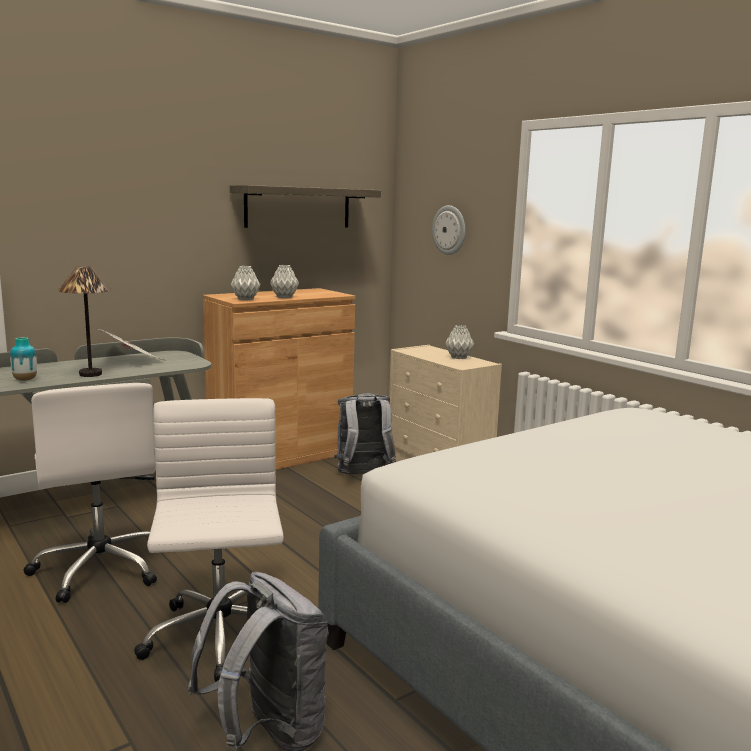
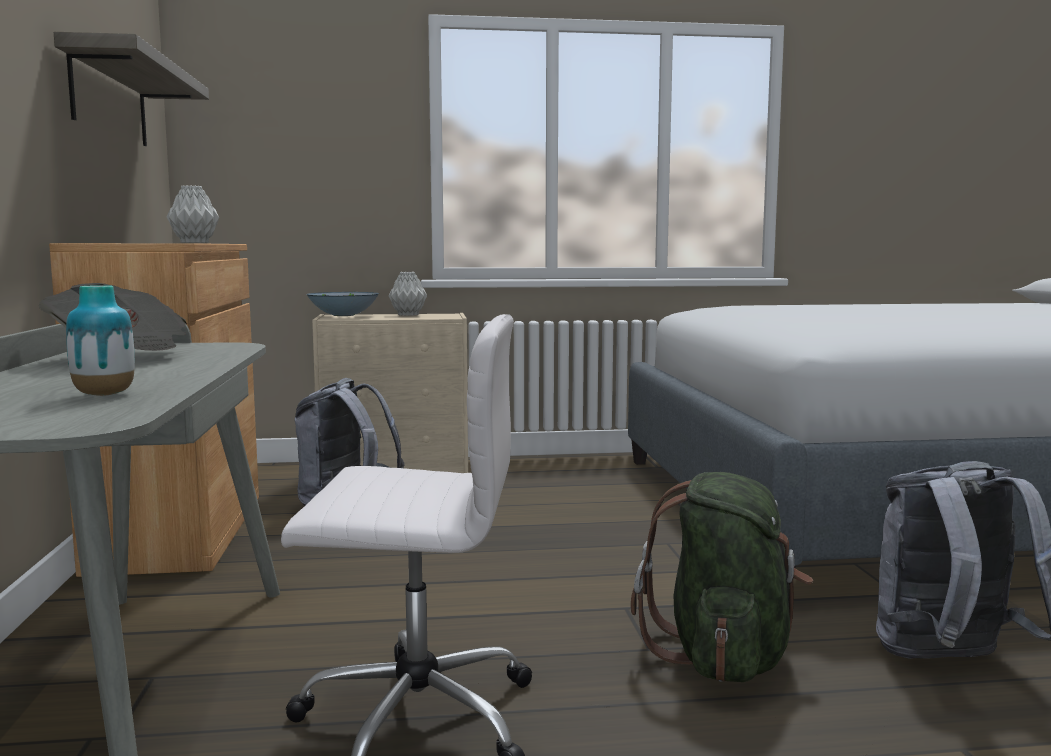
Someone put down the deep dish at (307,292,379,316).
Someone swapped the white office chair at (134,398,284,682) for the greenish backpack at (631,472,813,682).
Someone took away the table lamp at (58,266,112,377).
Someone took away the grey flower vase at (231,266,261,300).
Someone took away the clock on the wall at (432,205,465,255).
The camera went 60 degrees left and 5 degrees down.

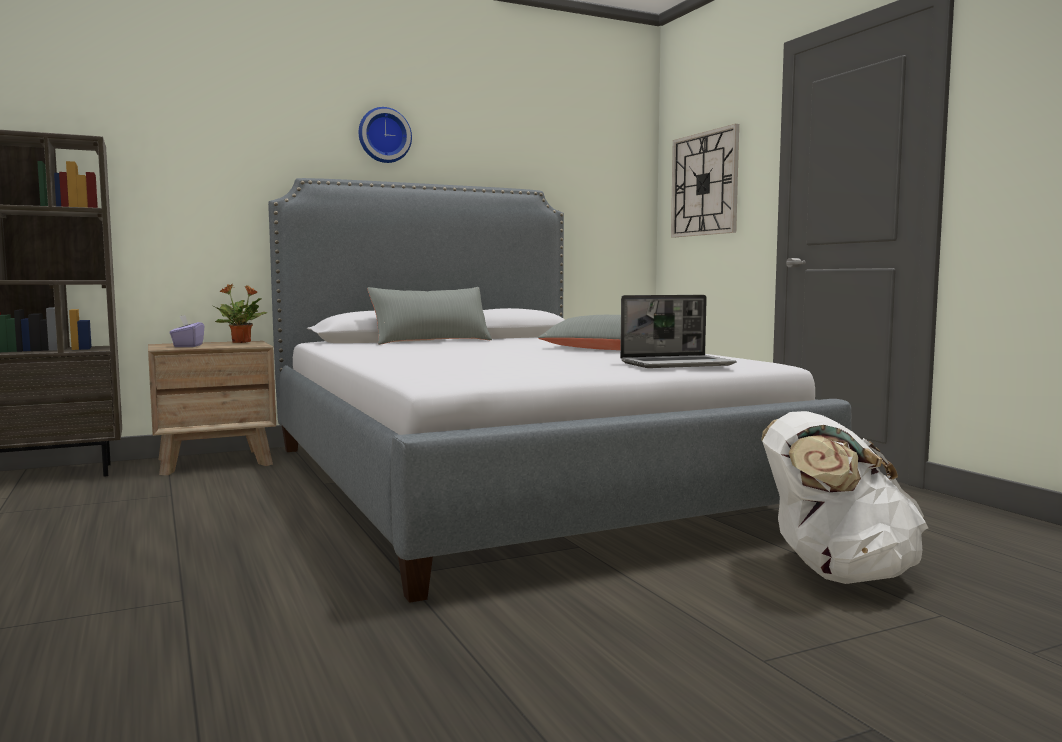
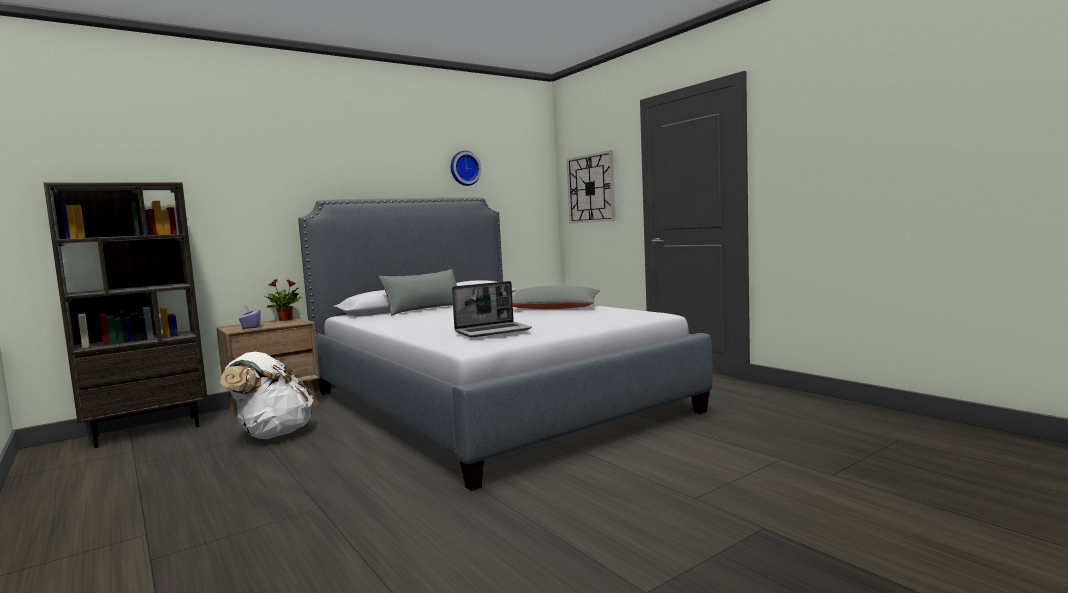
Someone carried the white backpack from (761,411,928,584) to (220,352,314,439).
Someone carried the clock on the wall from (359,107,412,163) to (451,151,481,186).
Someone carried the laptop from (620,295,737,368) to (452,281,532,338).
The camera went 10 degrees left and 0 degrees up.

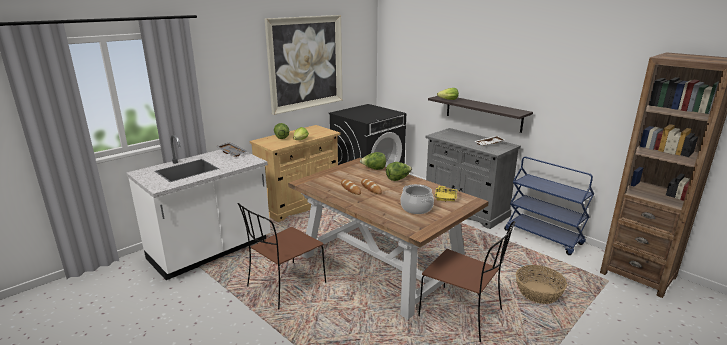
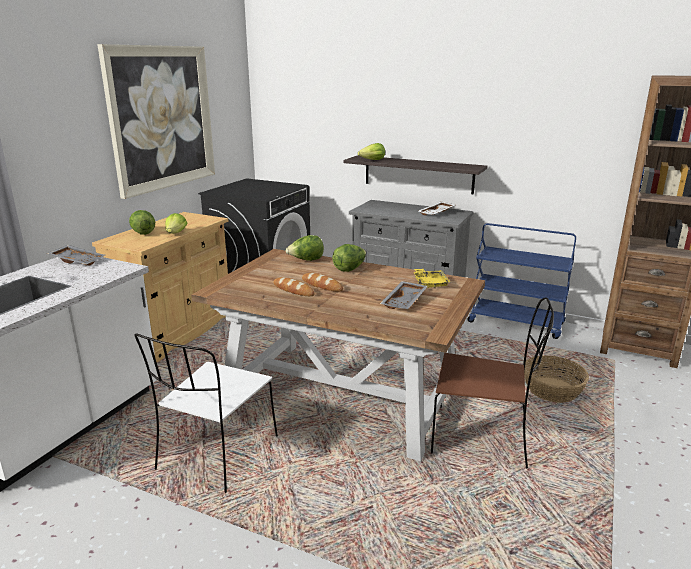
Someone repainted the brown-coloured plain chair at (237,203,326,309), which became the white plain chair at (134,333,278,493).
Someone swapped the saucepot at (400,184,434,214) for the grey tray at (380,281,428,309).
The camera went 20 degrees left and 0 degrees up.

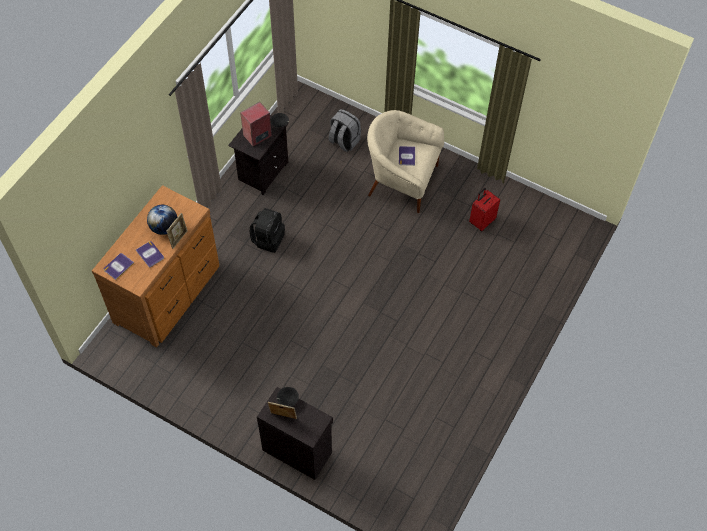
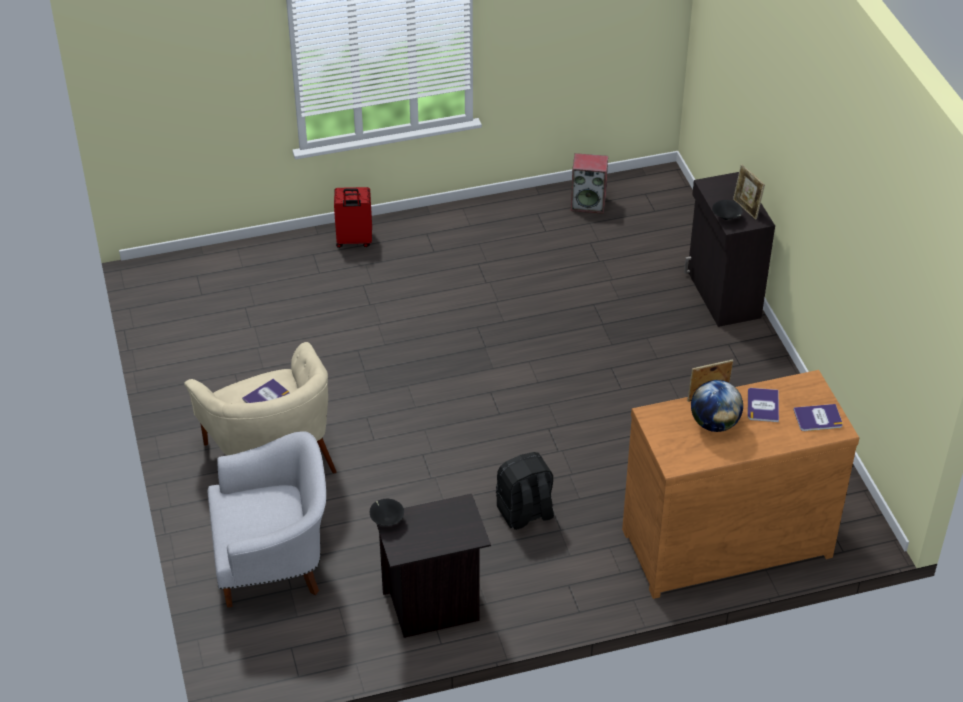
Someone swapped the grey backpack at (328,109,361,152) for the white easy chair at (208,431,326,608).
Someone carried the reddish travel case from (469,188,500,232) to (334,187,372,248).
Someone carried the loudspeaker from (240,102,272,147) to (571,153,608,214).
The camera went 135 degrees left and 15 degrees down.

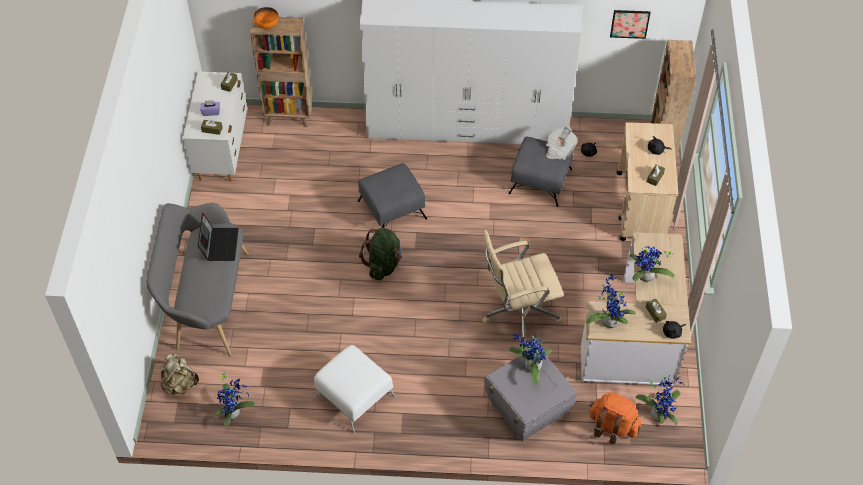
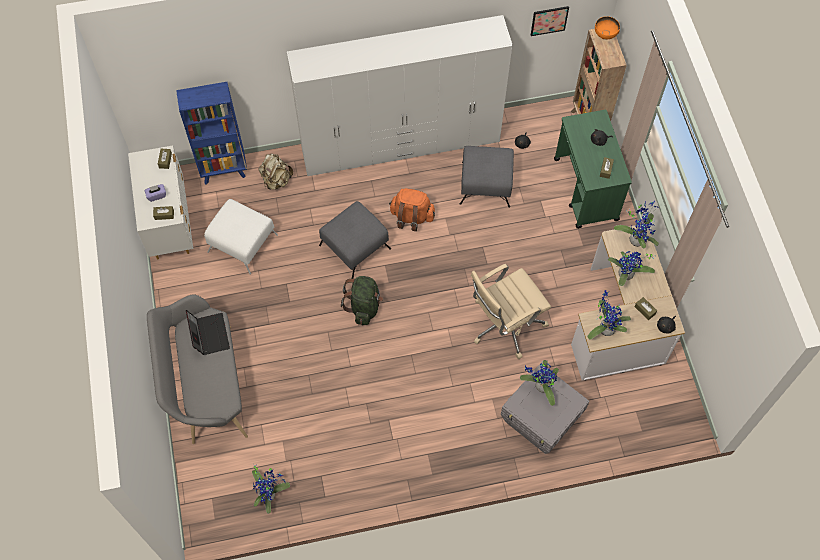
Someone repainted the brown-coloured shelving unit at (250,16,312,128), which became the bluish shelving unit at (176,82,247,185).
Someone carried the white ottoman from (314,345,396,434) to (204,199,278,275).
Someone carried the sand-coloured backpack from (160,353,199,395) to (258,154,293,190).
Someone carried the orangey backpack from (589,392,641,444) to (389,188,435,231).
Someone repainted the sand-coloured trolley at (617,122,678,241), which became the greenish trolley at (554,110,632,229).
Someone carried the orangey deep dish from (254,7,279,30) to (595,16,620,40).
Someone carried the plant in a pot from (636,376,684,425) to (614,201,659,248).
Someone took away the newspaper at (546,126,577,160).
The camera went 15 degrees left and 10 degrees up.

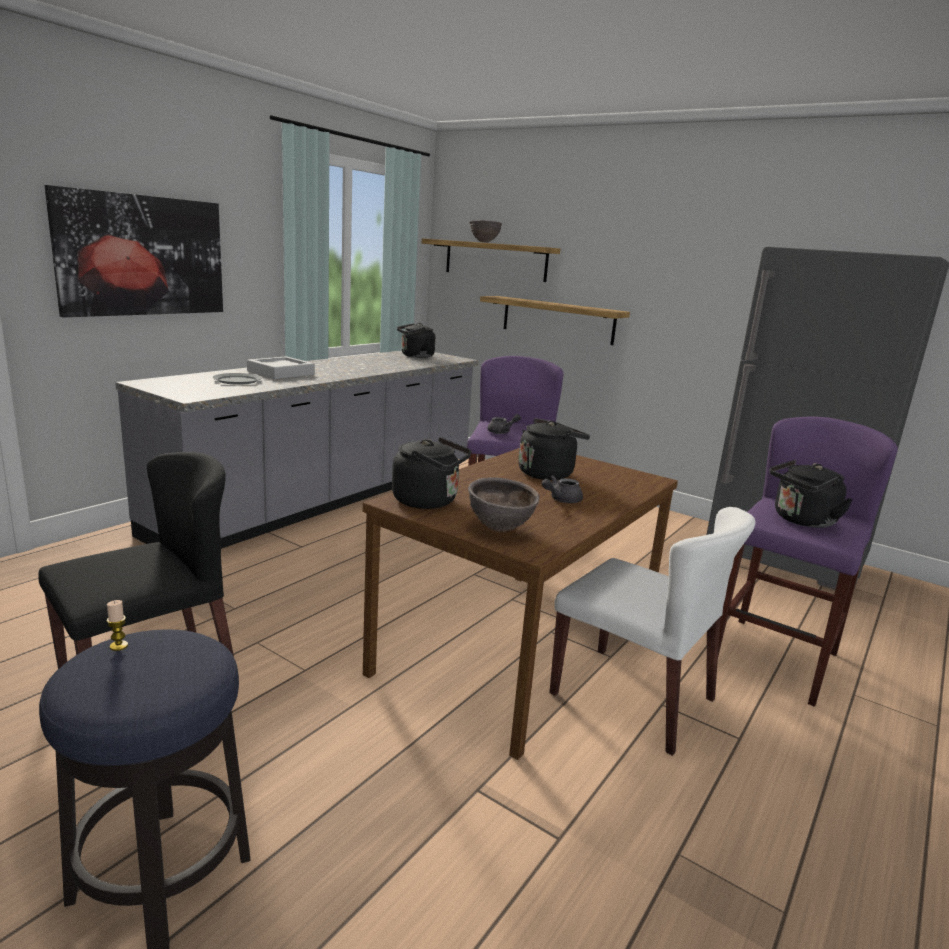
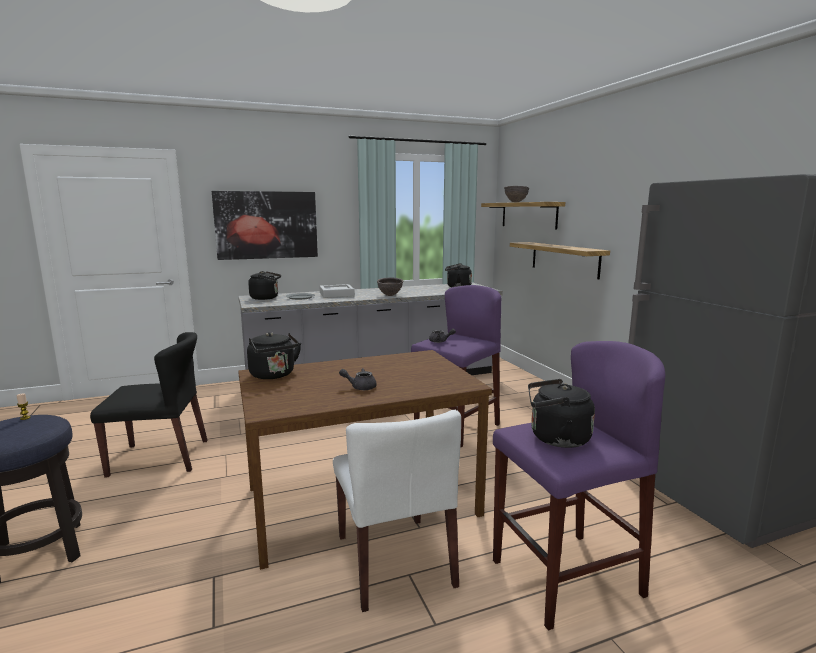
Someone carried the black-coloured kettle from (518,418,590,480) to (248,271,281,300).
Someone carried the brown-coloured deep dish from (468,478,539,532) to (377,278,404,296).
The camera went 35 degrees right and 5 degrees down.

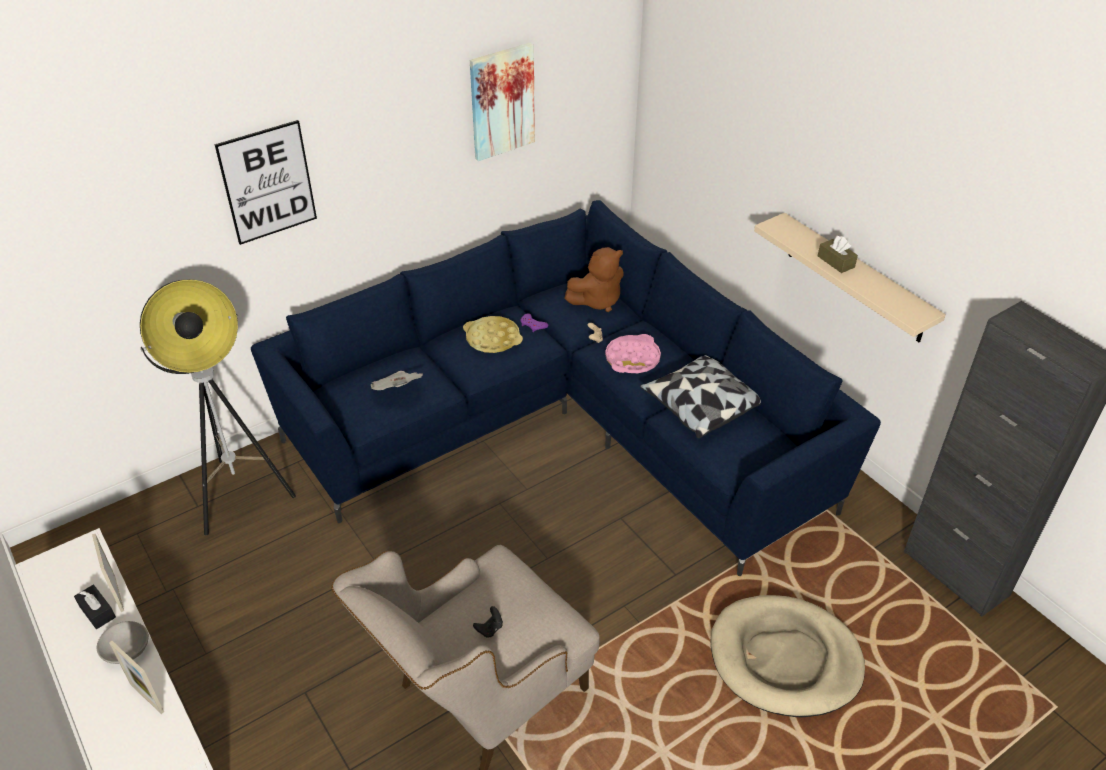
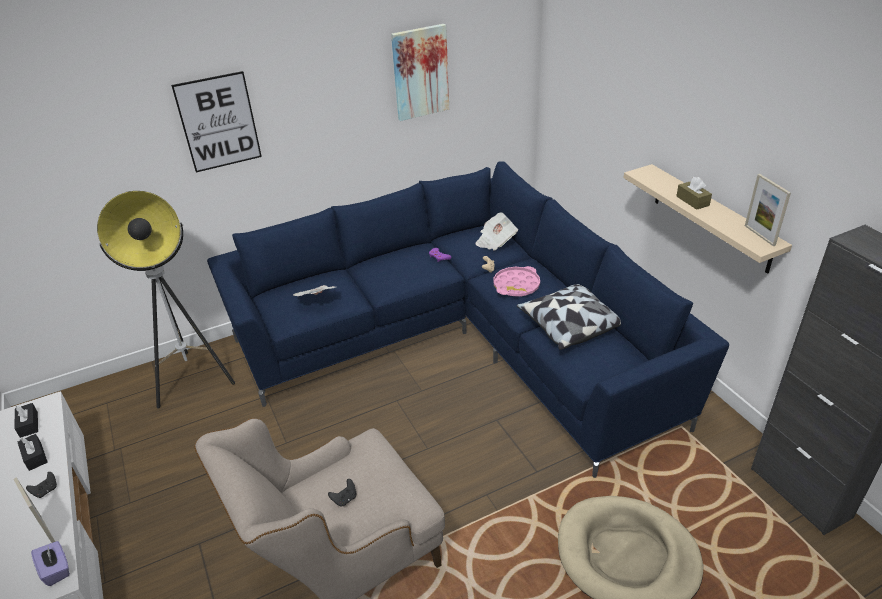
Someone put down the black-coloured box of tissues at (14,403,38,438).
Someone swapped the grey deep dish at (96,621,149,664) for the black-coloured game controller at (26,472,57,498).
Someone put down the purplish box of tissues at (31,541,70,586).
Someone swapped the brown-coloured plush toy at (564,247,624,312) for the newspaper at (475,212,518,250).
Someone carried the picture frame from (92,534,124,612) to (745,174,791,246).
Someone took away the yellowish tray at (463,316,523,353).
The camera went 10 degrees right and 5 degrees down.

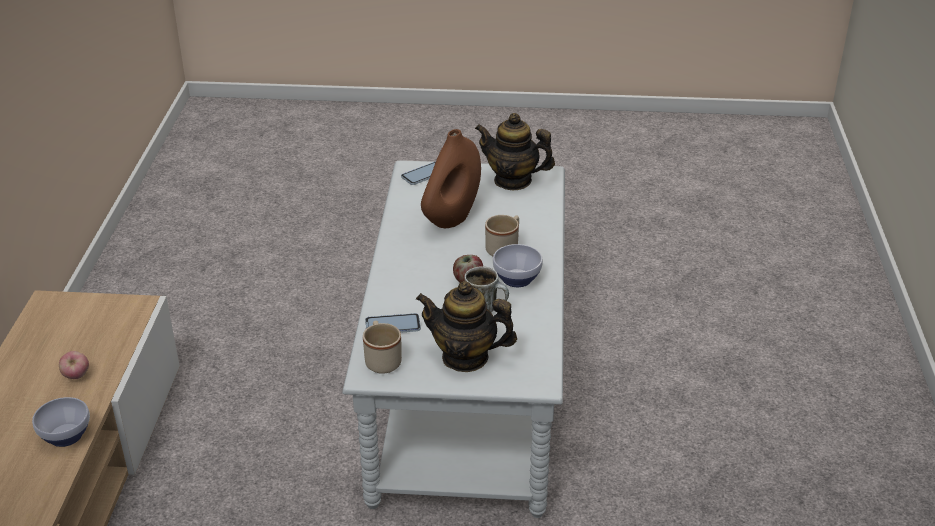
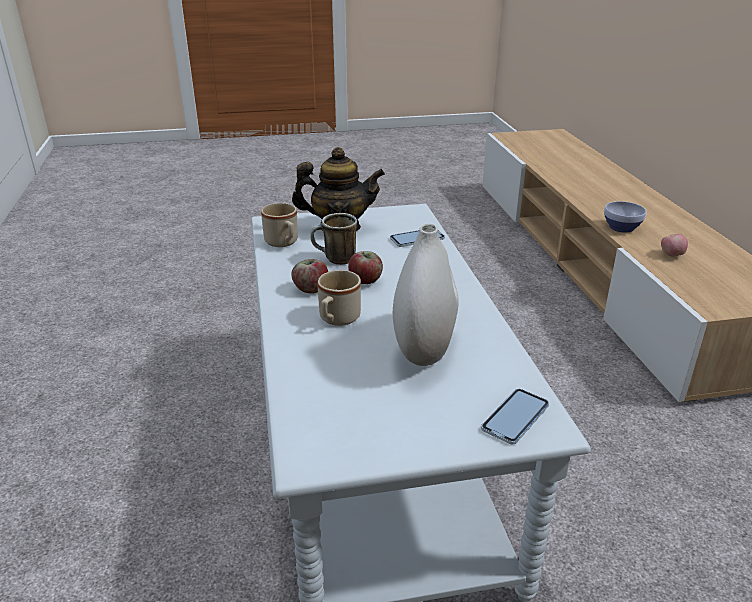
Someone carried the sand-coloured mug from (363,321,402,374) to (261,203,298,247).
Someone swapped the deep dish at (493,244,543,287) for the apple fruit at (291,259,328,294).
Someone repainted the brown-coloured flower vase at (421,129,481,228), which became the white flower vase at (393,224,459,366).
Someone took away the teapot at (475,113,555,190).
The camera went 165 degrees right and 5 degrees down.

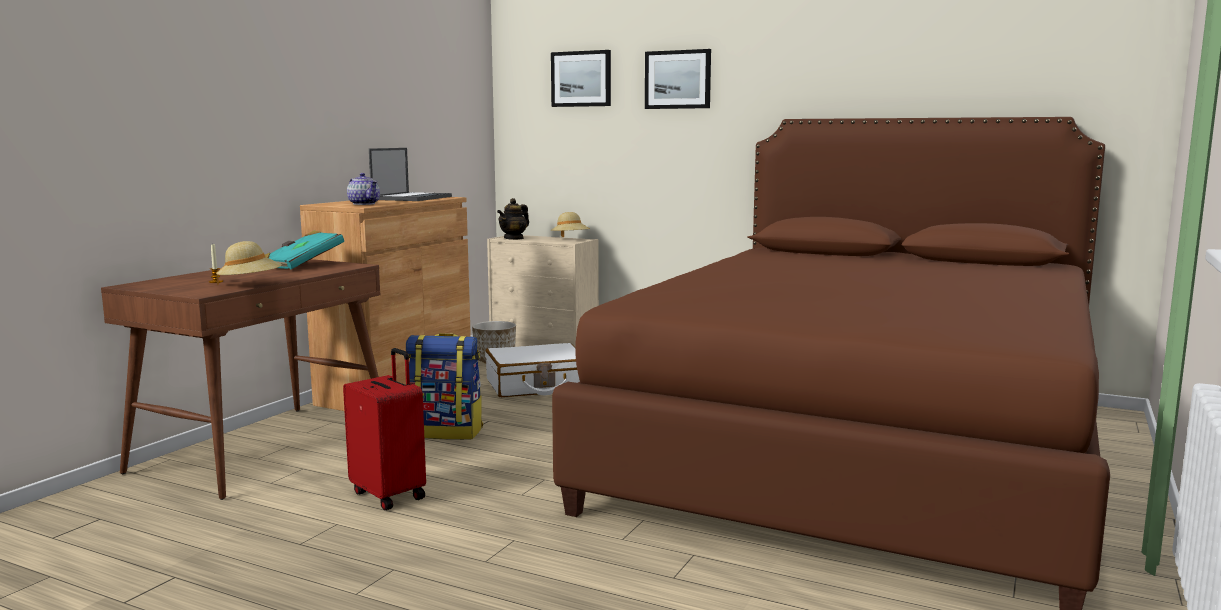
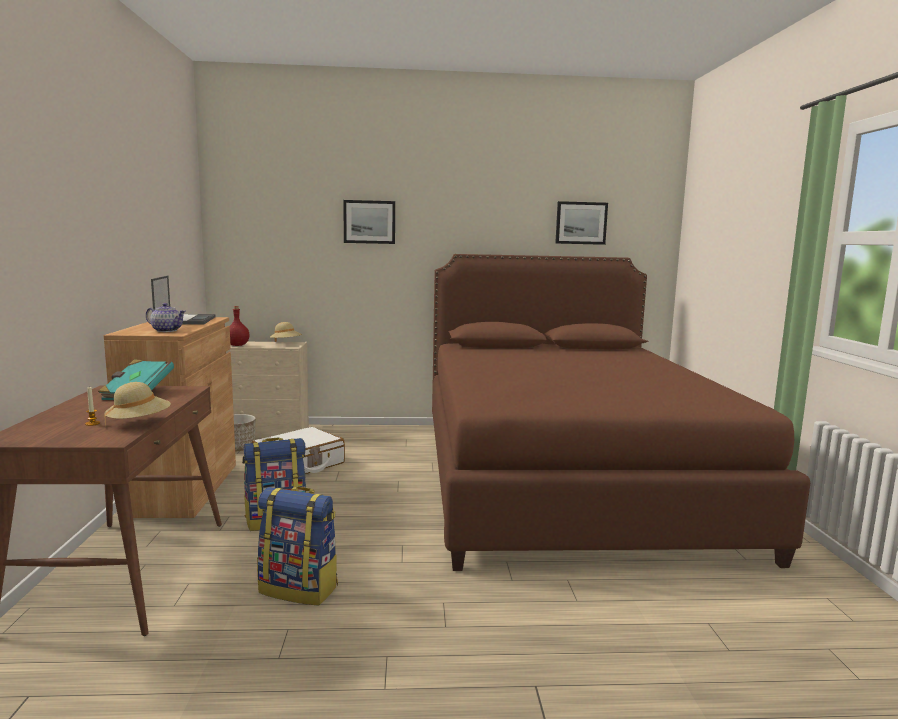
Someone swapped the teapot at (497,198,529,240) for the reddish drink bottle at (230,306,249,346).
Someone swapped the reddish travel case at (343,348,426,510) for the backpack at (257,487,338,605).
Someone carried the wall picture from (551,50,611,107) to (555,201,608,245).
The camera went 30 degrees left and 0 degrees up.

